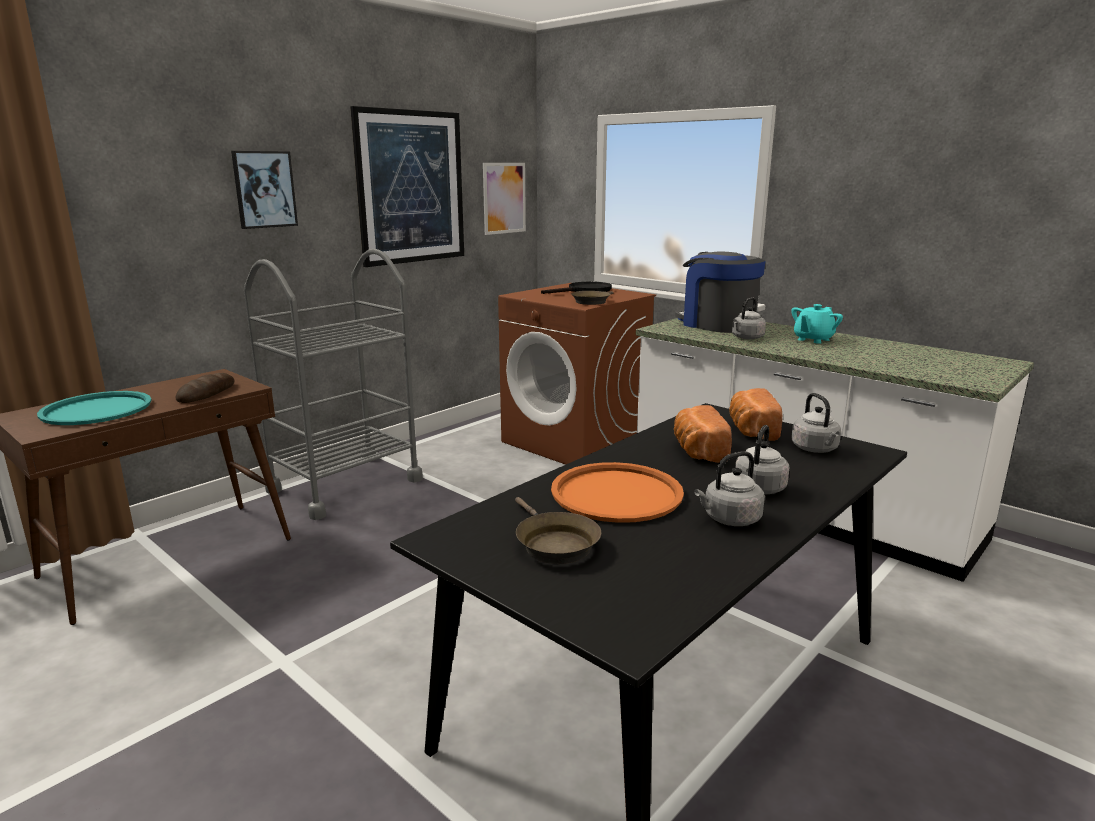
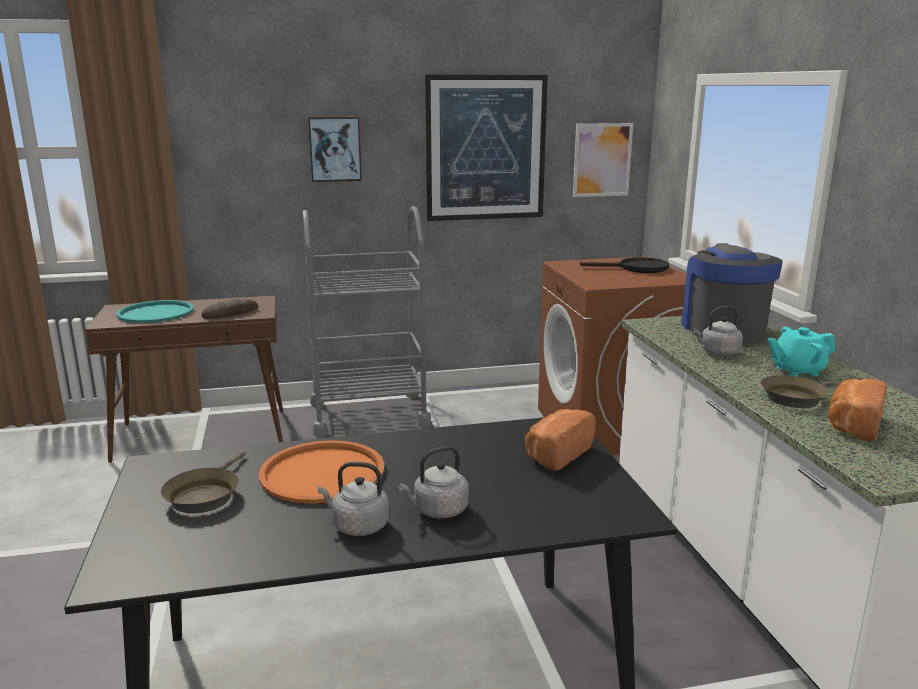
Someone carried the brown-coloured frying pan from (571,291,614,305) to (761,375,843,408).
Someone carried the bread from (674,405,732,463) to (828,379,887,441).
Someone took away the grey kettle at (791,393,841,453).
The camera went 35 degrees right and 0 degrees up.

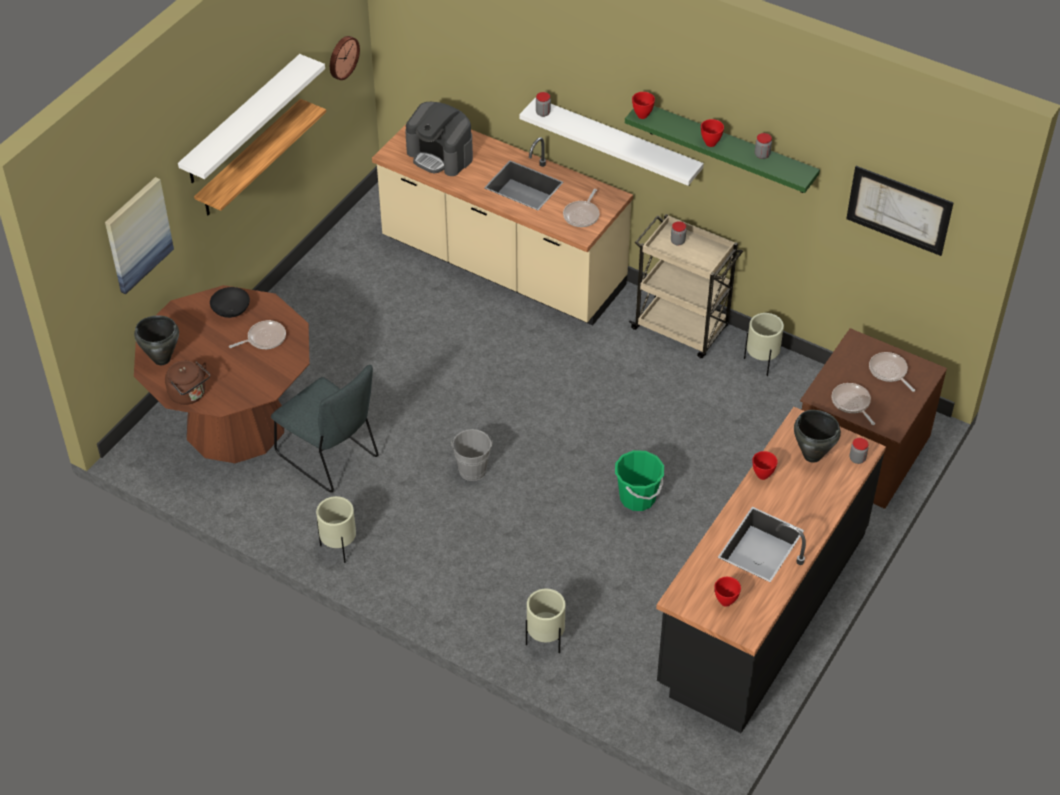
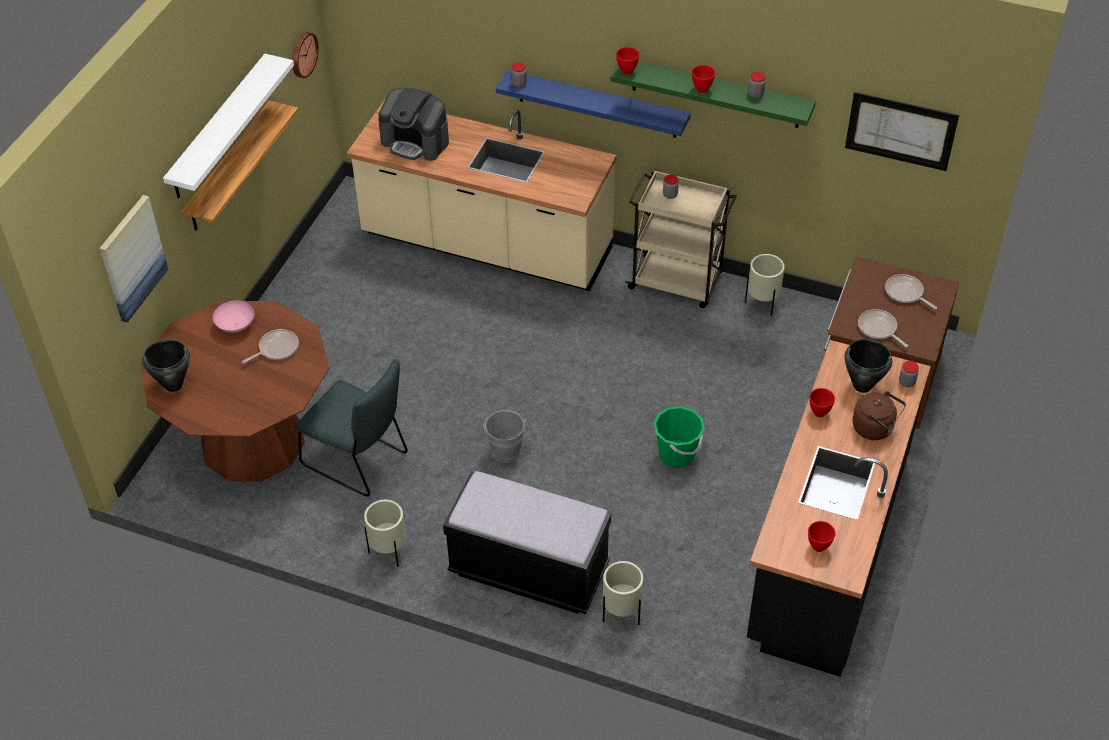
Someone repainted the black-coloured deep dish at (210,287,250,318), which became the pinkish deep dish at (213,300,254,333).
Someone put down the black-coloured indoor bench at (443,471,611,614).
Someone repainted the white shelf at (519,98,704,186), which became the bluish shelf at (496,70,691,138).
Someone carried the brown-coloured kettle from (165,361,210,405) to (853,391,906,440).
Someone took away the frying pan at (563,189,599,227).
The camera went 10 degrees left and 0 degrees up.

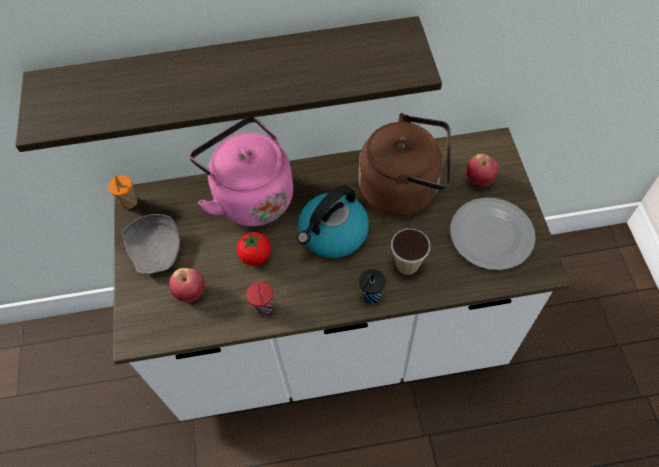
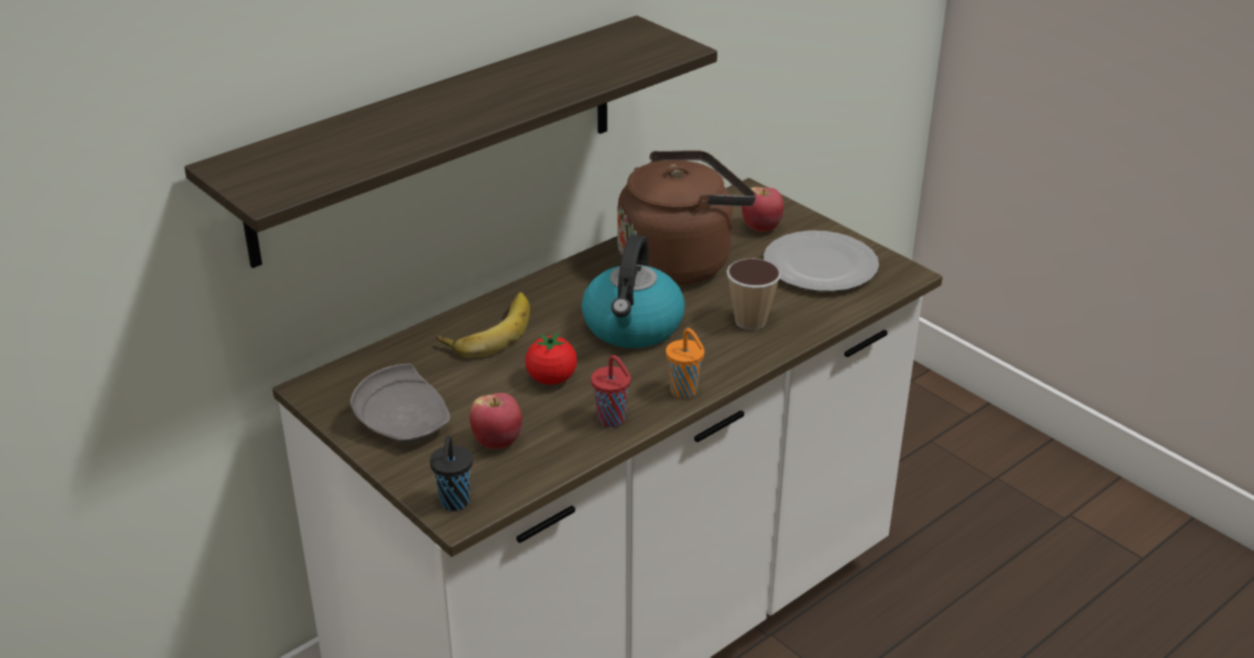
Someone carried the black-coloured drinking cup from (359,269,386,304) to (430,436,473,511).
Someone swapped the pinkish kettle at (190,117,293,227) for the banana at (436,292,530,358).
Someone carried the orangey drinking cup from (108,175,137,209) to (666,328,704,399).
The camera went 35 degrees left and 25 degrees down.

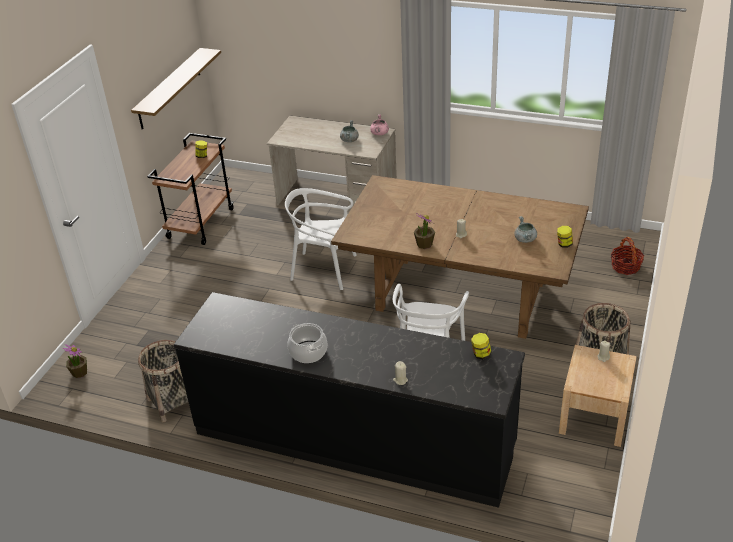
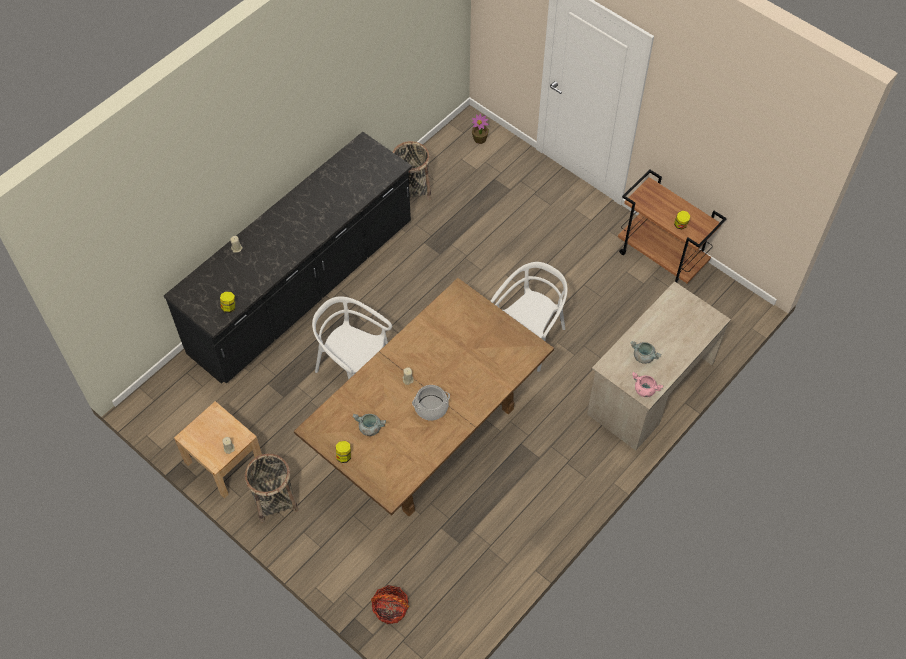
Someone carried the saucepot from (287,323,327,363) to (412,385,450,421).
Someone took away the shelf at (131,48,221,130).
Someone took away the plant in a pot at (414,213,435,249).
The camera went 110 degrees right and 20 degrees up.

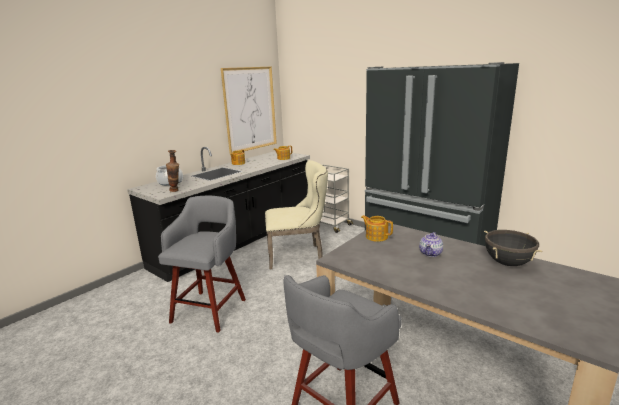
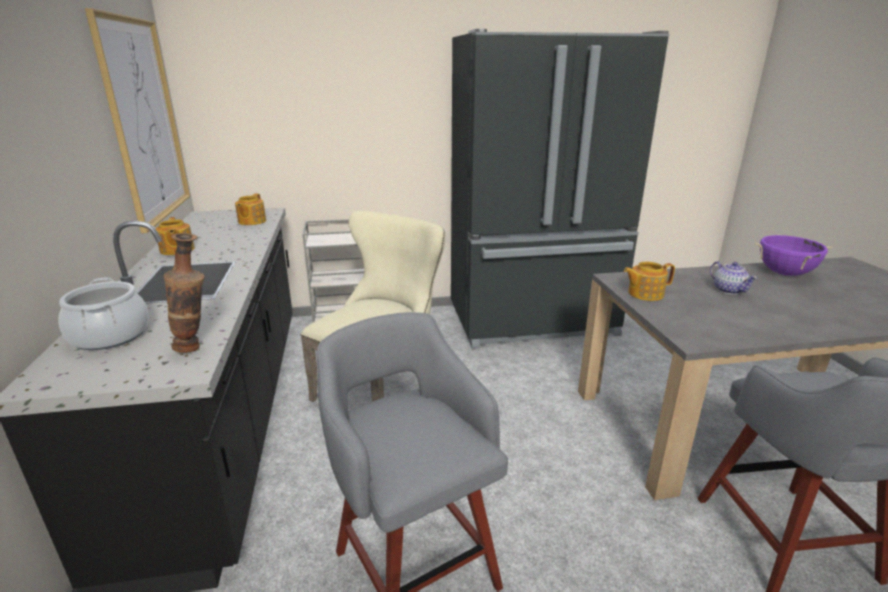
Someone repainted the black-coloured saucepot at (484,230,542,266), which became the purplish saucepot at (755,234,832,276).
The camera went 50 degrees left and 5 degrees up.

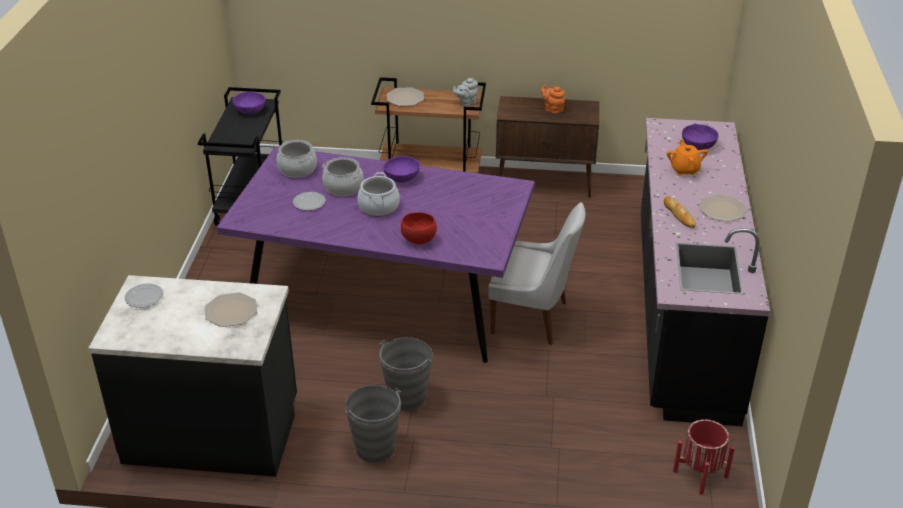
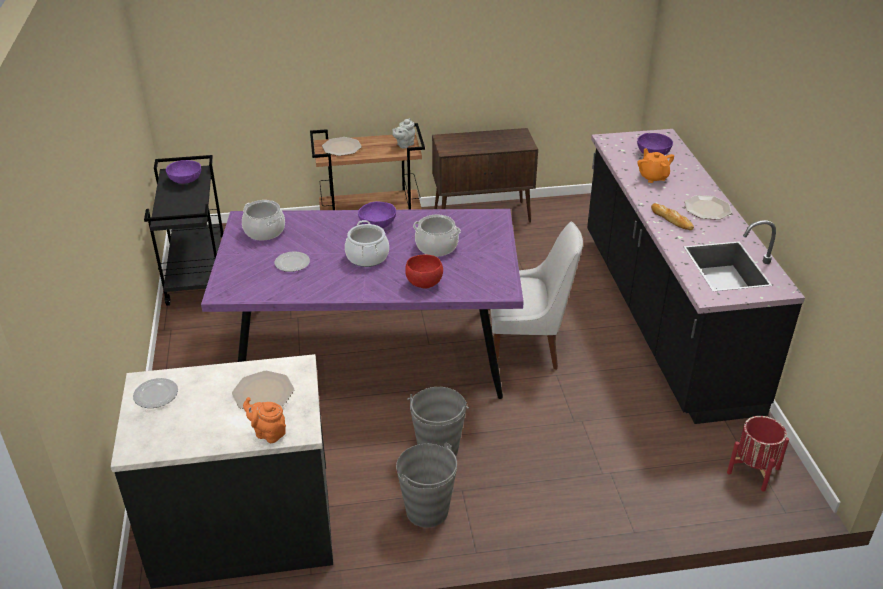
Someone carried the orangey teapot from (541,85,565,114) to (243,397,286,443).
Someone carried the saucepot from (322,157,364,196) to (413,215,461,256).
The camera went 15 degrees left and 0 degrees up.

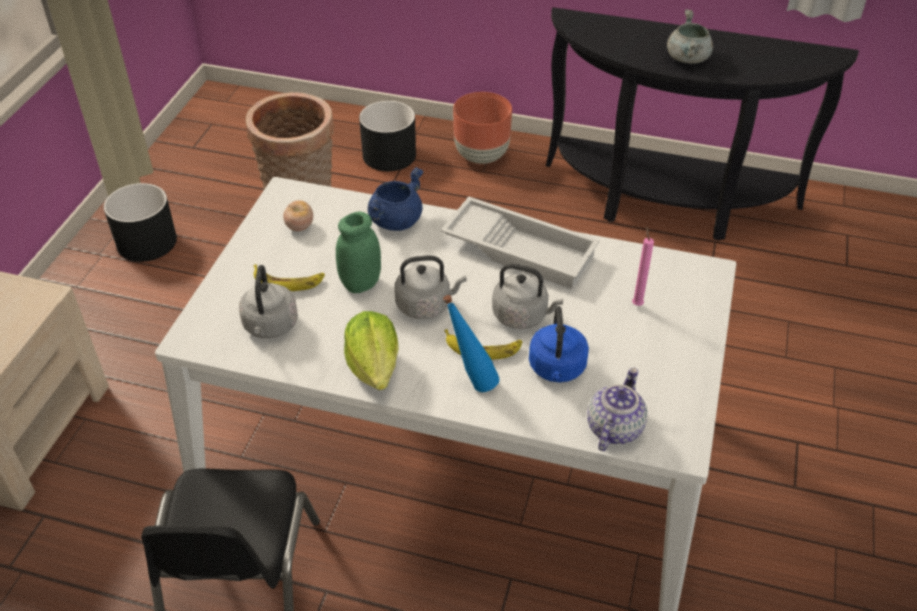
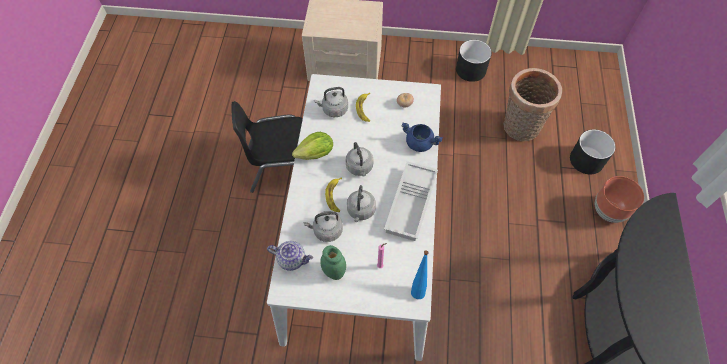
Someone repainted the bluish kettle at (529,306,589,383), which became the grey kettle at (303,211,343,242).
Someone carried the greenish storage jar from (336,212,381,293) to (320,245,346,280).
Someone carried the bluish drink bottle from (443,295,500,392) to (411,251,429,299).
Someone took away the grey saucepot at (667,9,713,63).
The camera went 80 degrees right and 15 degrees up.

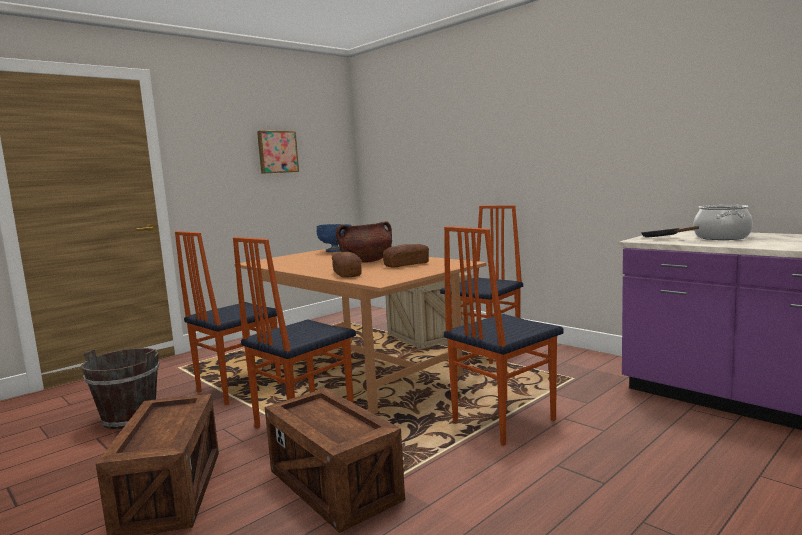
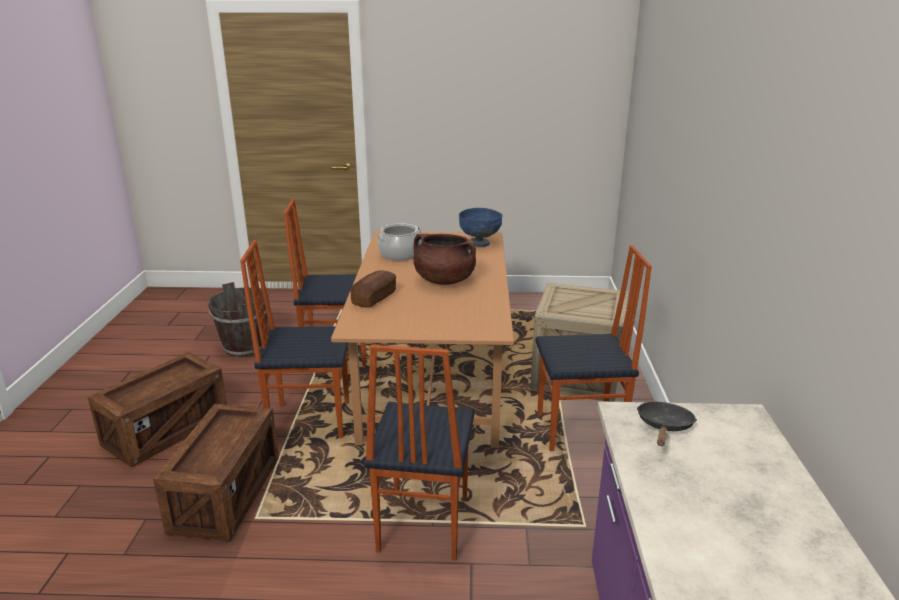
Someone rotated the plain chair at (444,226,564,446) by 90 degrees counterclockwise.
Someone carried the saucepot from (693,205,753,240) to (376,223,422,261).
Someone took away the wall picture at (257,131,299,174).
Someone took away the bread at (383,244,429,267).
The camera went 45 degrees right and 15 degrees up.

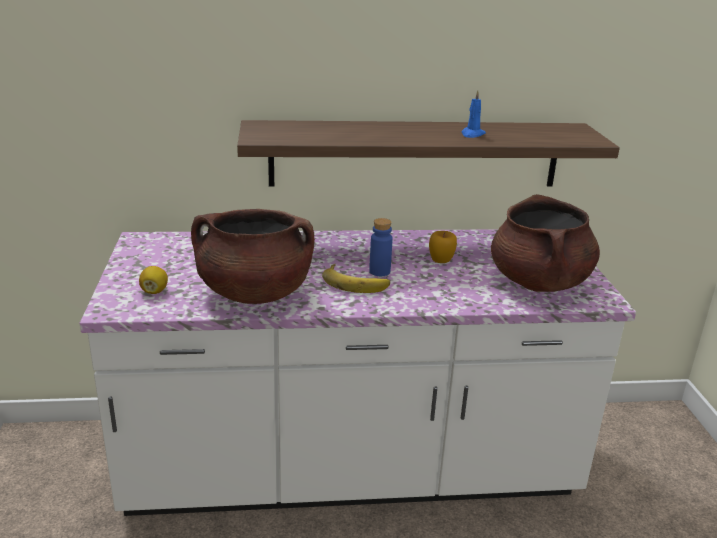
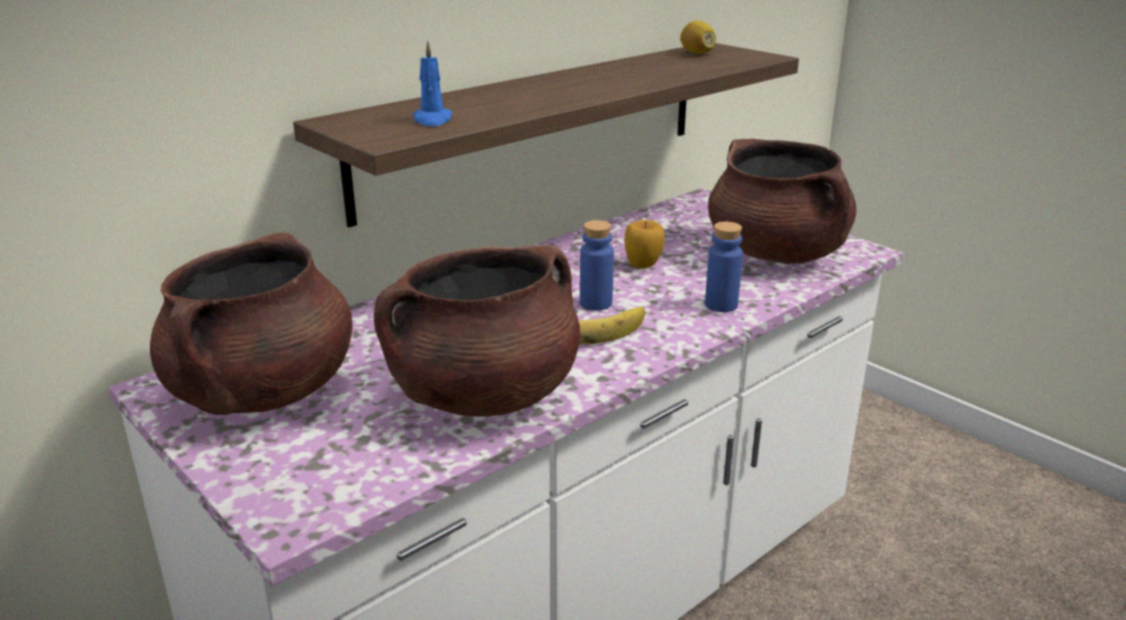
Someone put down the brown-coloured saucepot at (150,231,353,415).
Someone carried the bluish candle from (461,90,486,138) to (413,40,452,126).
Someone carried the citrus fruit from (139,266,168,294) to (680,21,716,54).
Someone put down the bluish drink bottle at (705,222,743,312).
The camera went 35 degrees left and 0 degrees up.

